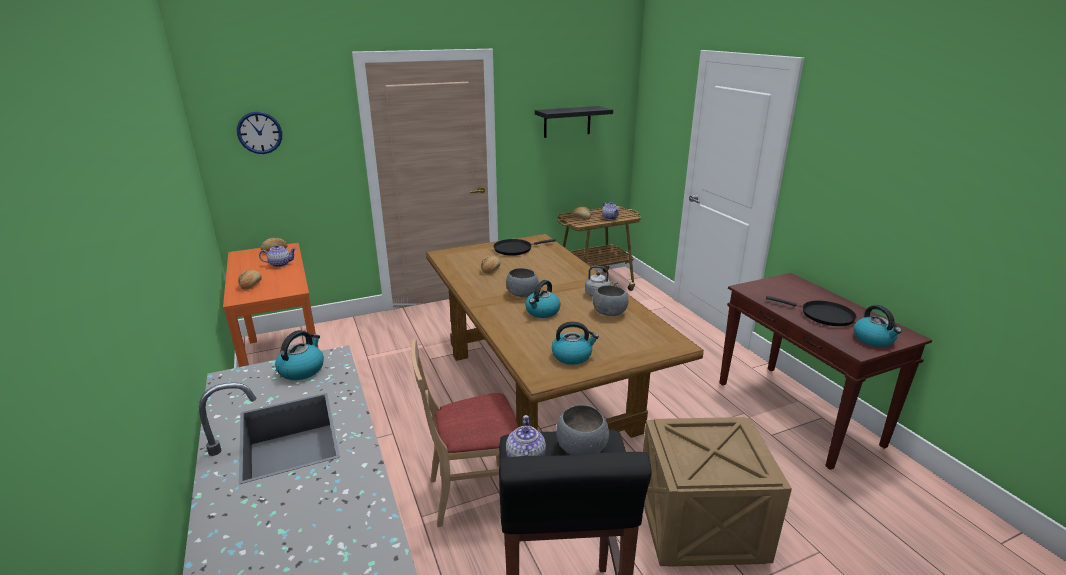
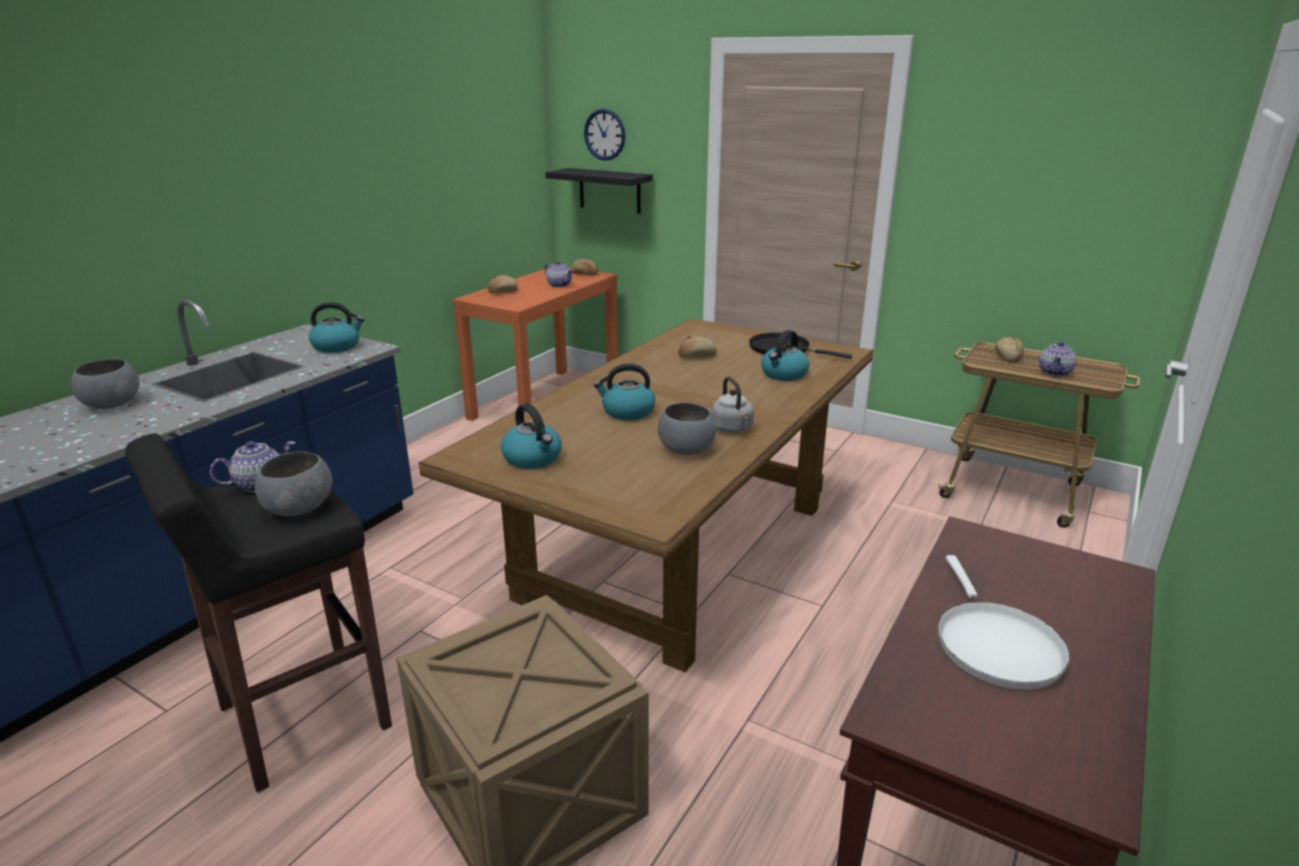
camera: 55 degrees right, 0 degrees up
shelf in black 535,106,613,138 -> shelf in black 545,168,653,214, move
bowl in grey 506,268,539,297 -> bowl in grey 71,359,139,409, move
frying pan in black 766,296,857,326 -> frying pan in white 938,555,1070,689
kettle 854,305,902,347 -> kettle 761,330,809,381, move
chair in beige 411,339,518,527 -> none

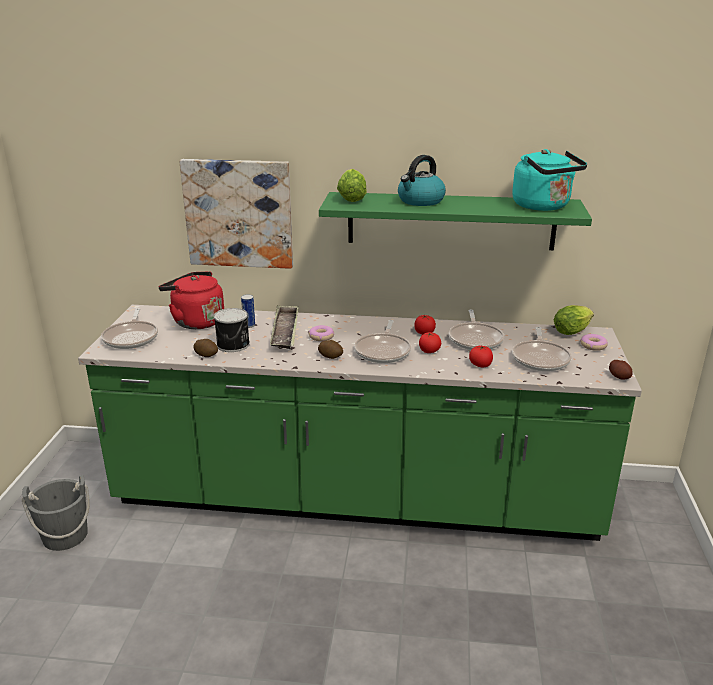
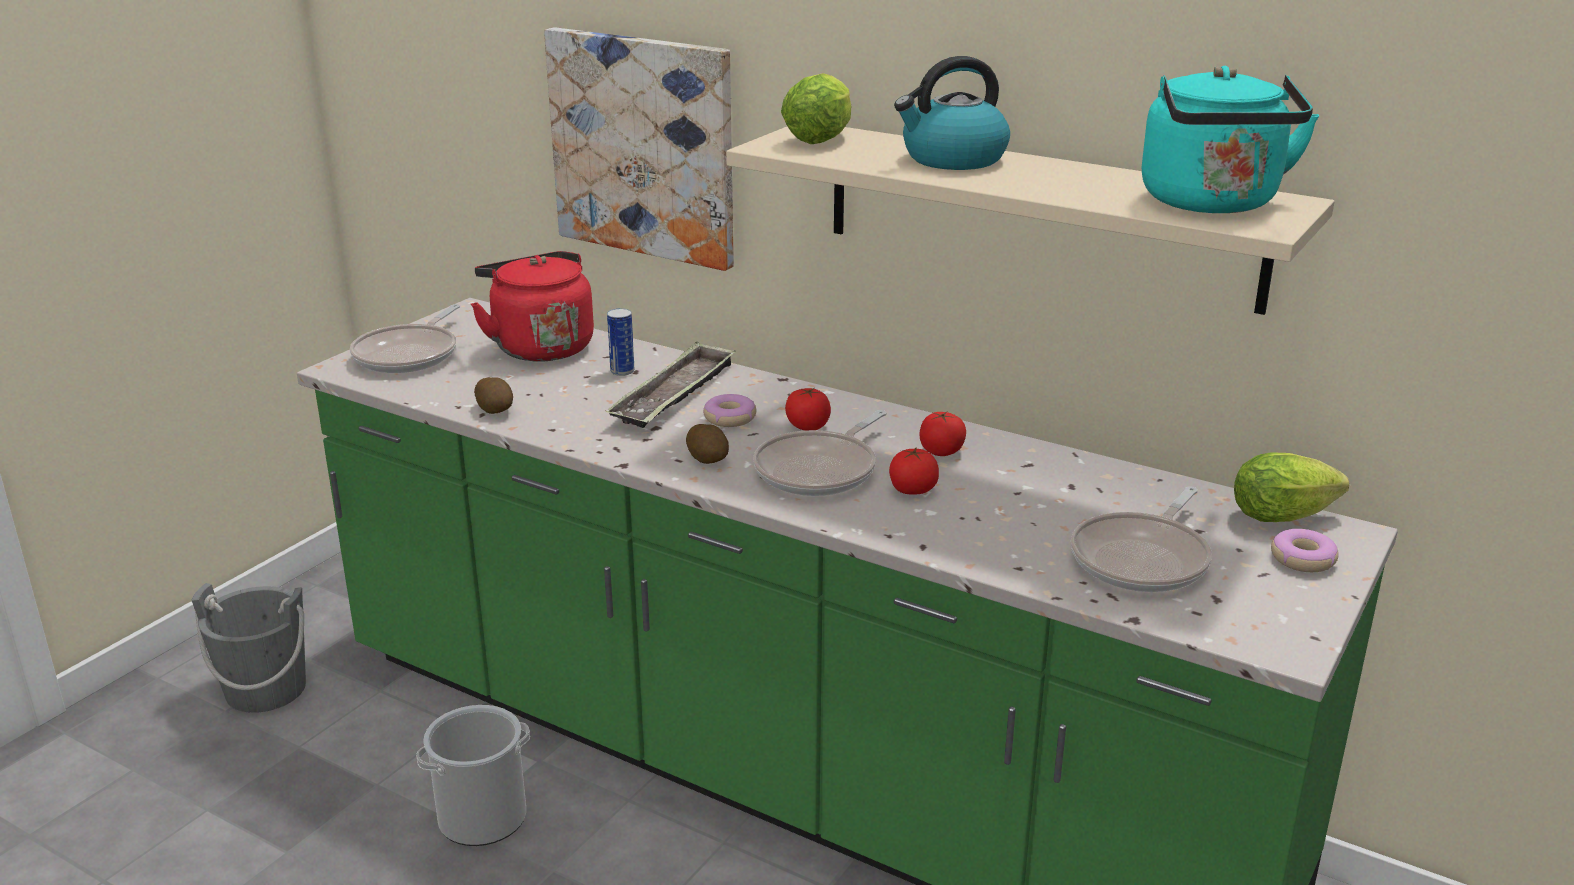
camera: 25 degrees right, 0 degrees up
shelf in green 319,192,592,250 -> shelf in beige 726,126,1335,315
can 214,308,250,352 -> none
frying pan 449,310,504,350 -> none
tomato 469,345,493,367 -> tomato 785,388,831,430, move
potato 609,360,633,380 -> none
none -> bucket 416,705,530,846

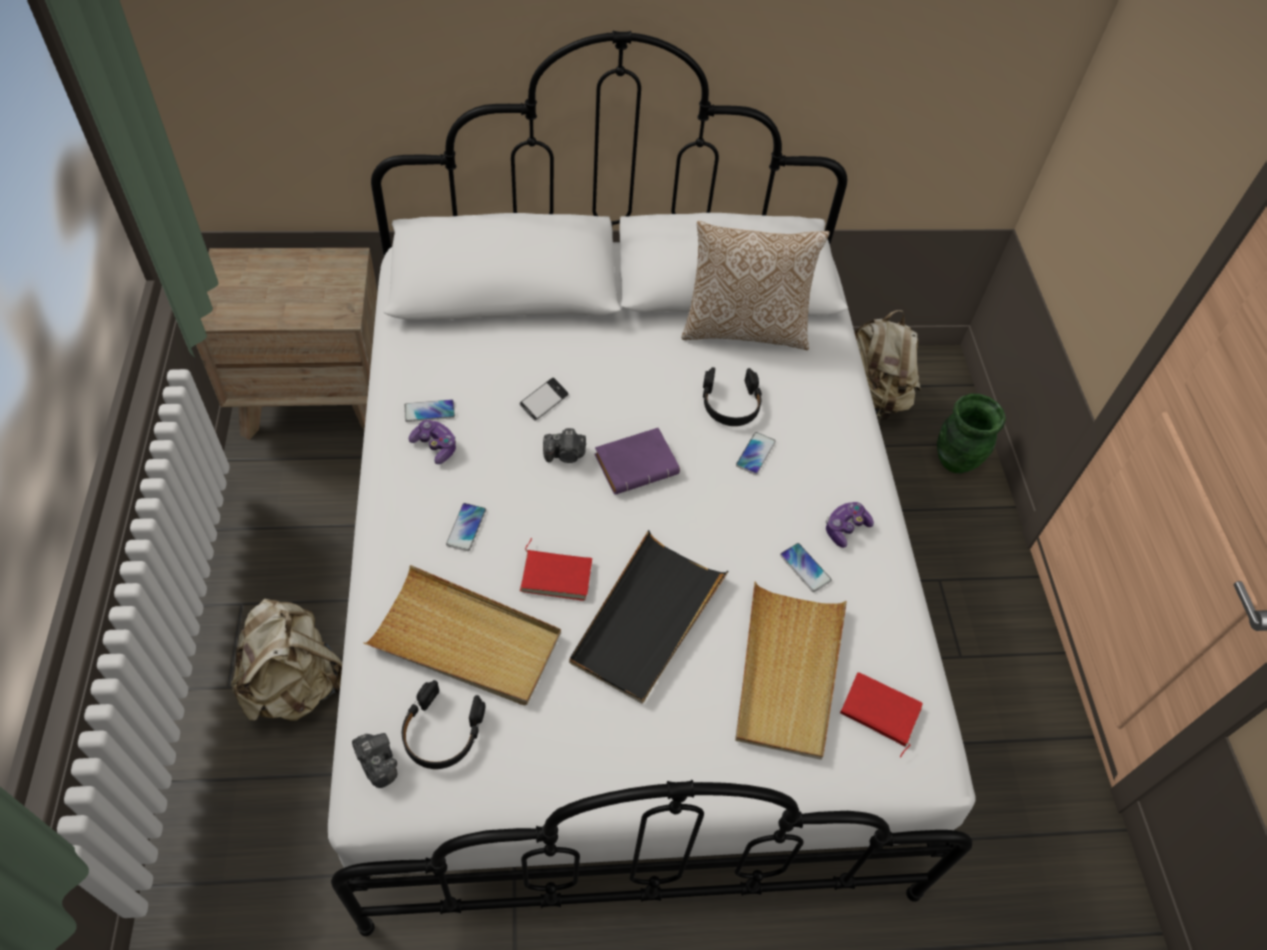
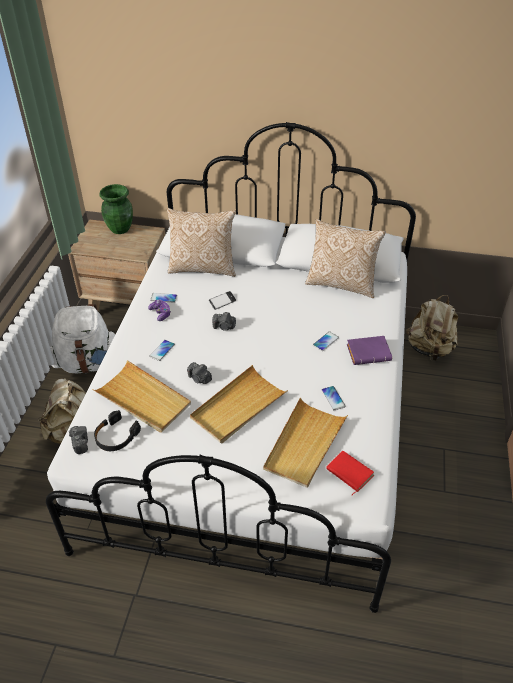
camera: 20 degrees right, 10 degrees down
headphones in black 703,367,762,426 -> none
vase in green 937,394,1006,473 -> vase in green 100,184,133,234, move
book in purple 594,428,680,495 -> book in purple 347,336,392,365, move
game controller 826,502,874,548 -> none
tray in black 569,530,729,704 -> tray in beige 190,365,288,444
book in red 520,538,592,601 -> photo camera 187,362,212,384
none -> pillow 167,208,236,277
none -> backpack in white 50,304,115,374

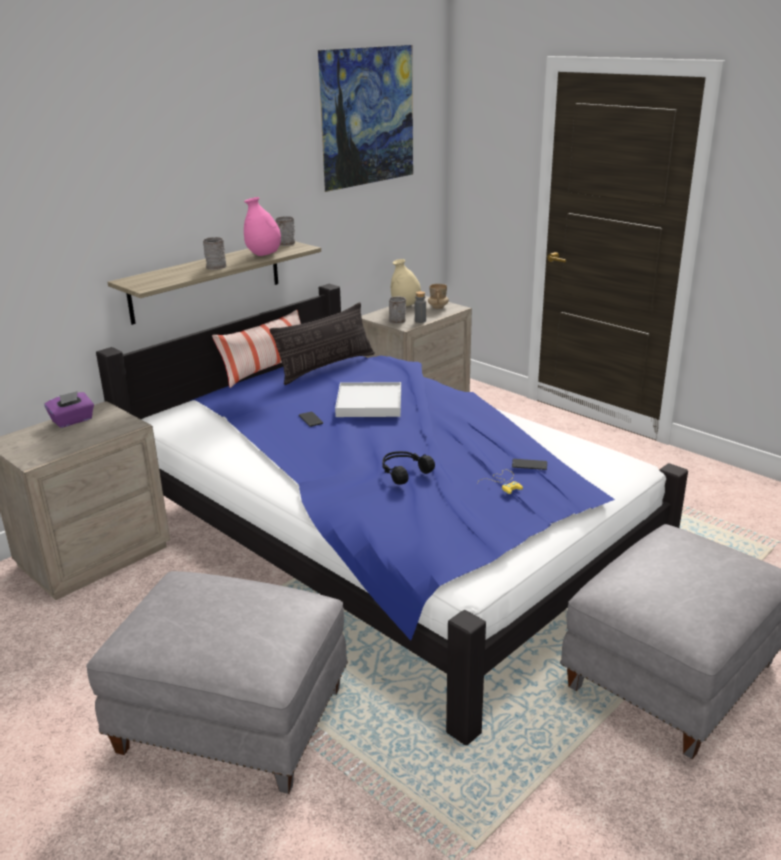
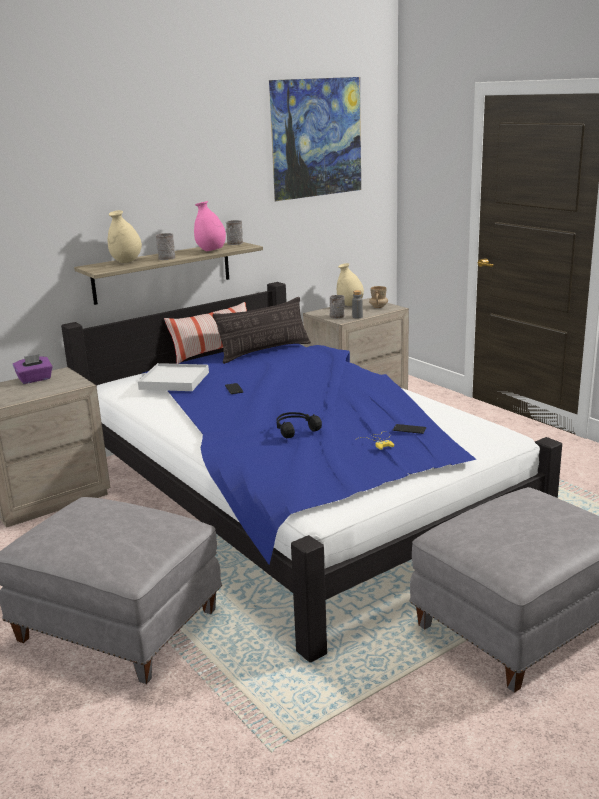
camera: 10 degrees right, 5 degrees down
tray in white 335,382,401,417 -> tray in white 138,363,209,391, move
none -> vase in beige 108,210,142,263

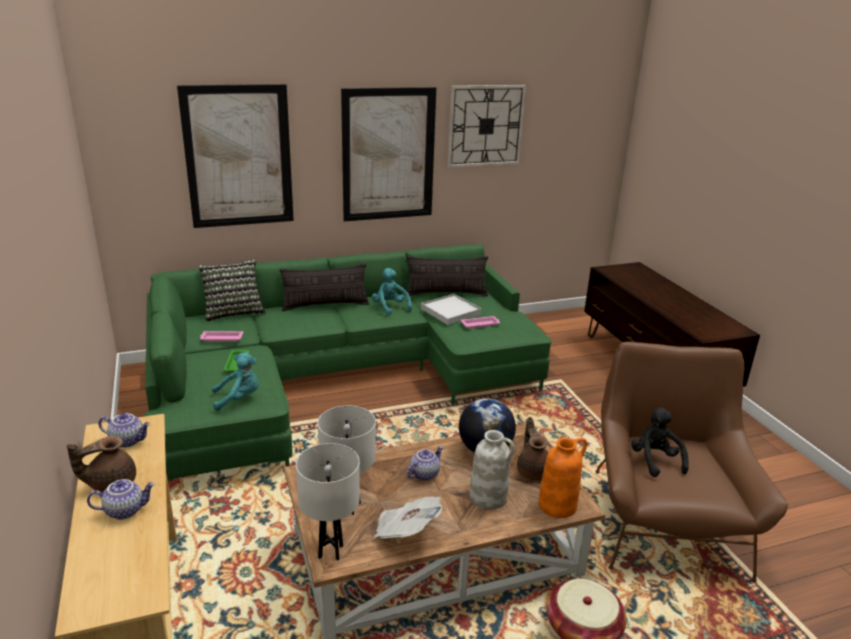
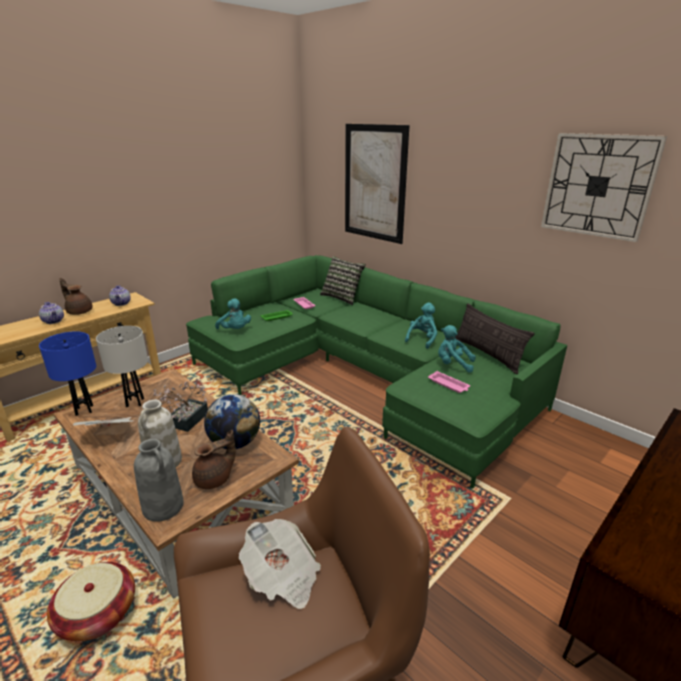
camera: 65 degrees right, 0 degrees up
picture 341,87,436,221 -> none
pillow 279,263,369,311 -> none
tray in white 421,294,482,325 -> plush toy in turquoise 438,325,476,372
plush toy in black 631,407,688,477 -> newspaper 239,519,321,609
vase in orange 538,438,587,518 -> vase in grey 134,439,184,522
table lamp in white 296,443,360,560 -> table lamp in blue 39,331,96,416
teapot 407,446,443,481 -> potted plant 153,378,208,432

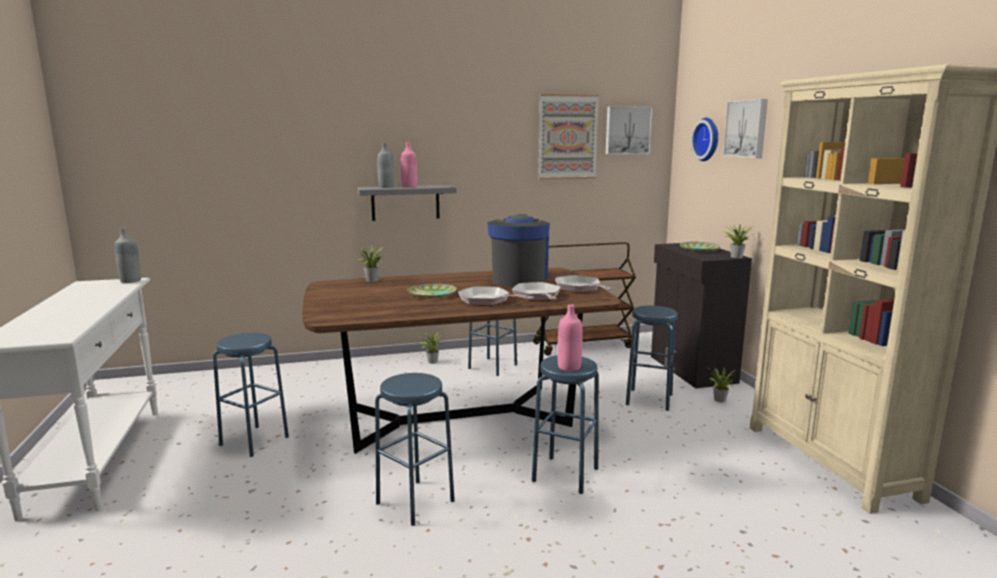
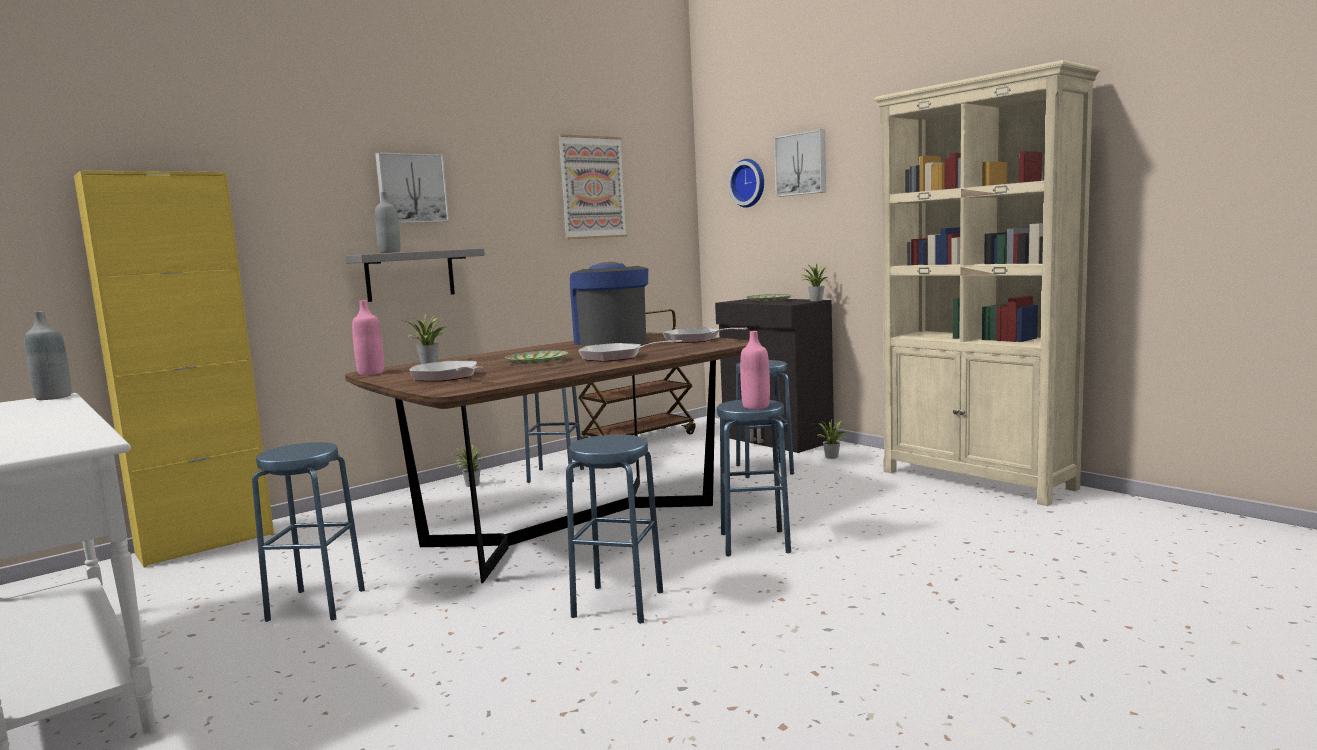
camera: 25 degrees left, 5 degrees down
picture 606,106,653,155 -> picture 375,153,449,223, move
bottle in pink 401,143,417,188 -> bottle in pink 352,300,384,375, move
frying pan 512,282,561,301 -> frying pan 410,361,483,382, move
none -> cabinet in yellow 74,170,274,568

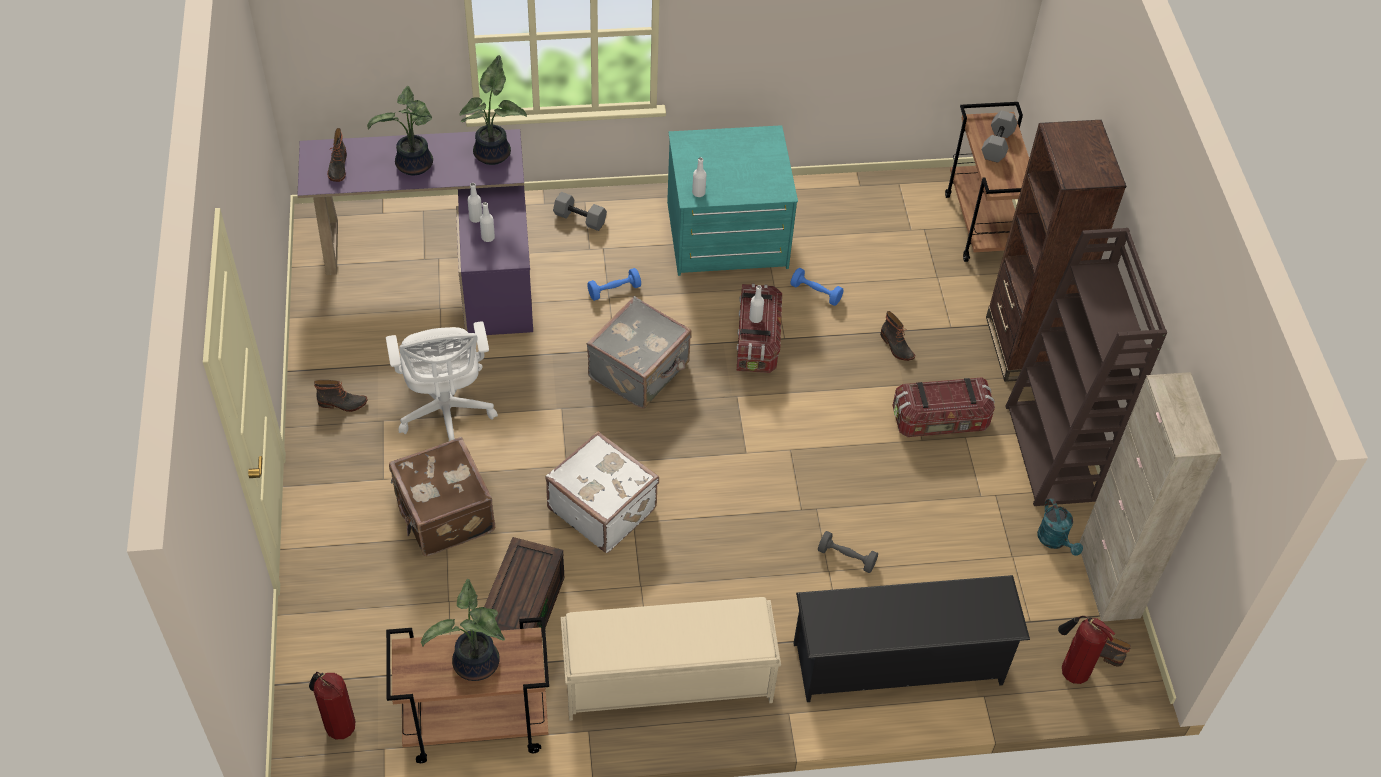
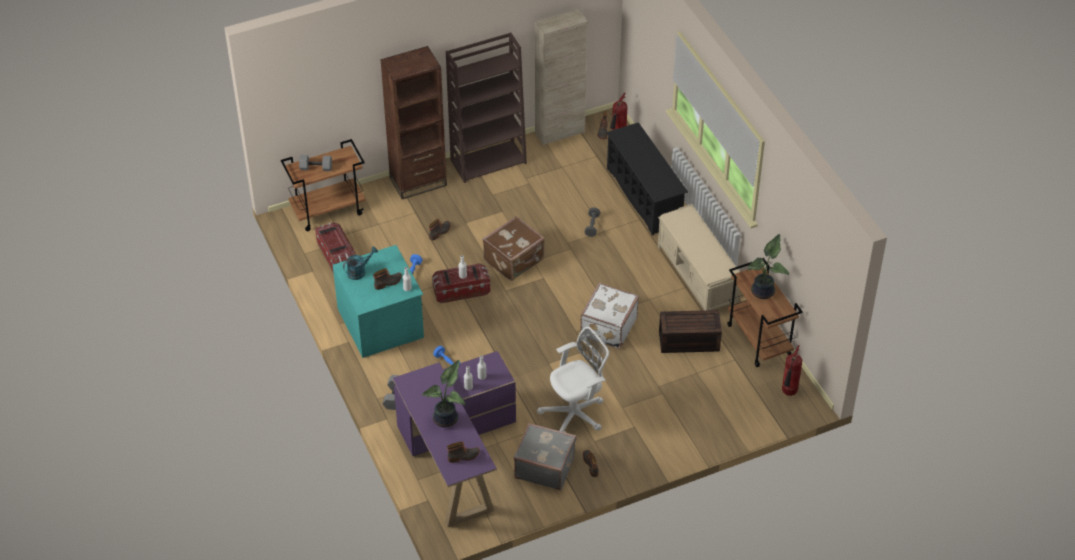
camera: 105 degrees left, 5 degrees down
potted plant 460,55,527,165 -> none
suitcase in grey 586,296,692,409 -> suitcase in grey 514,423,576,490, move
storage box 892,377,995,437 -> storage box 315,222,356,272, move
suitcase in brown 389,437,495,556 -> suitcase in brown 483,216,545,281, move
watering can in turquoise 1037,498,1083,556 -> watering can in turquoise 343,247,378,280, move
none -> boot 373,268,402,290

